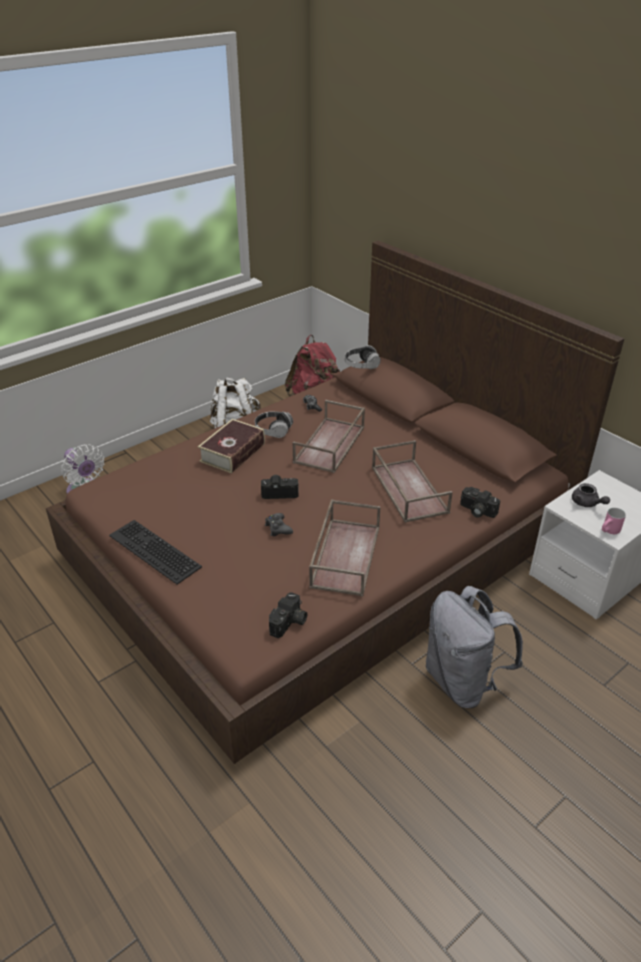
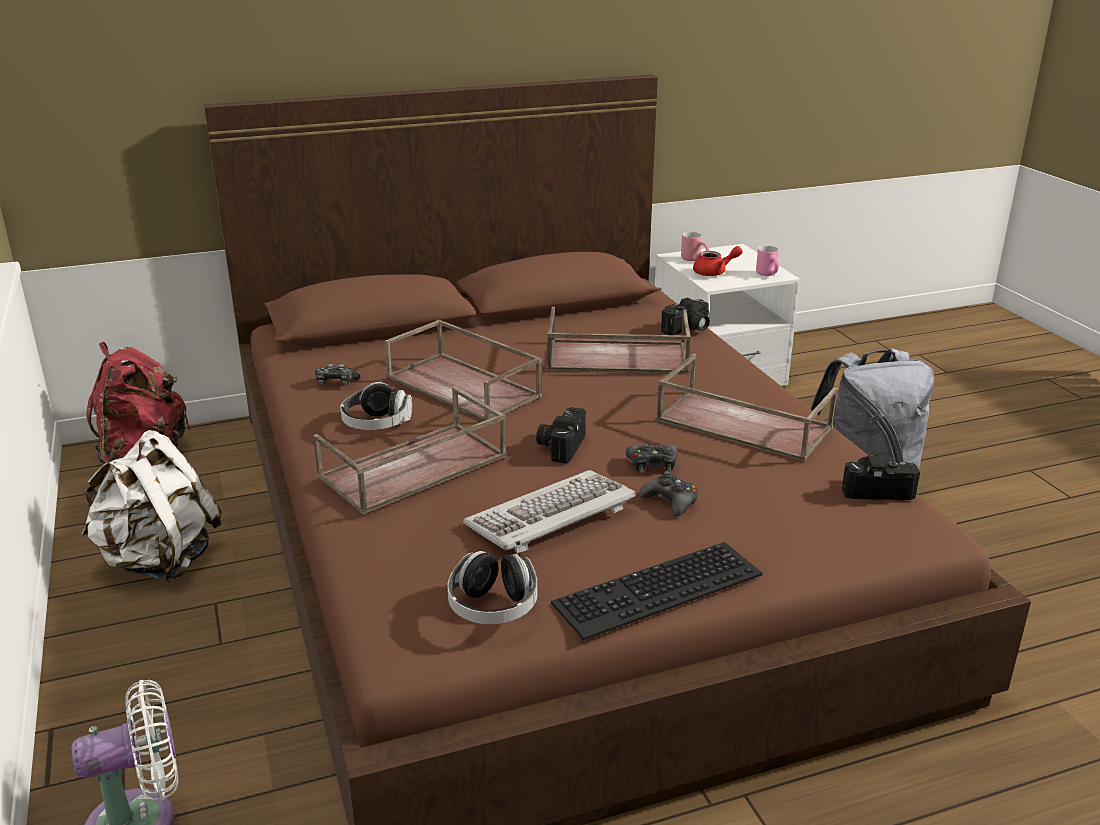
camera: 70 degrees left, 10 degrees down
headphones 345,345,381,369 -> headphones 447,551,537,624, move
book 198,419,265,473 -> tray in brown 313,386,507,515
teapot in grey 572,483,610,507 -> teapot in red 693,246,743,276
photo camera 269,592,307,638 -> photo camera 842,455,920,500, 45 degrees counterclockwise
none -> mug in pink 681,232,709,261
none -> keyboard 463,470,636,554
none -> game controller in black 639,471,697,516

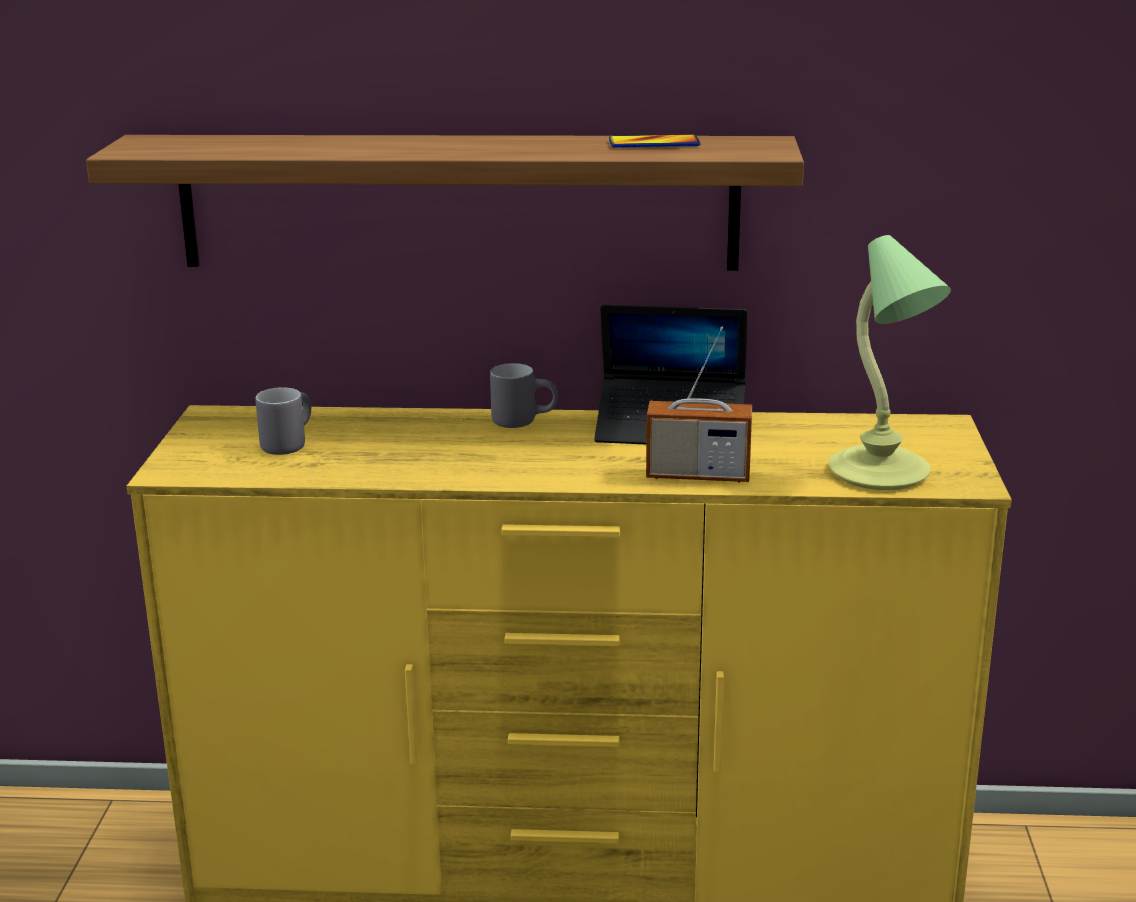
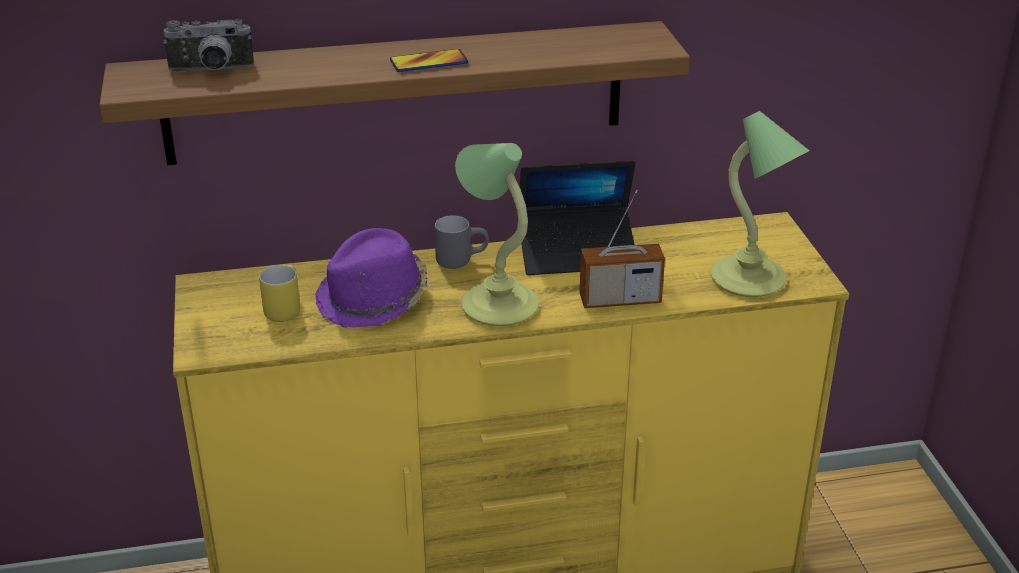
camera: 15 degrees left, 10 degrees up
phone 609,134,701,148 -> phone 390,49,468,72, move
mug in grey 256,387,311,455 -> mug in yellow 259,265,300,322
none -> photo camera 163,19,254,72
none -> table lamp 455,143,539,326
none -> hat in purple 315,228,428,328

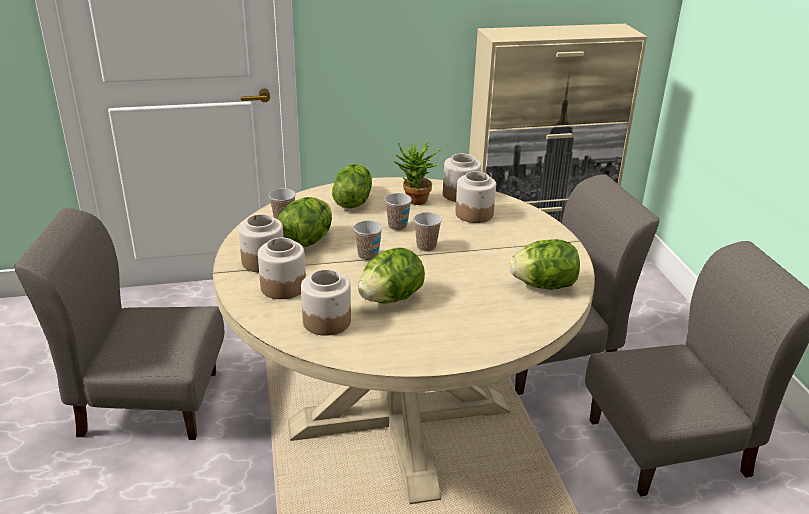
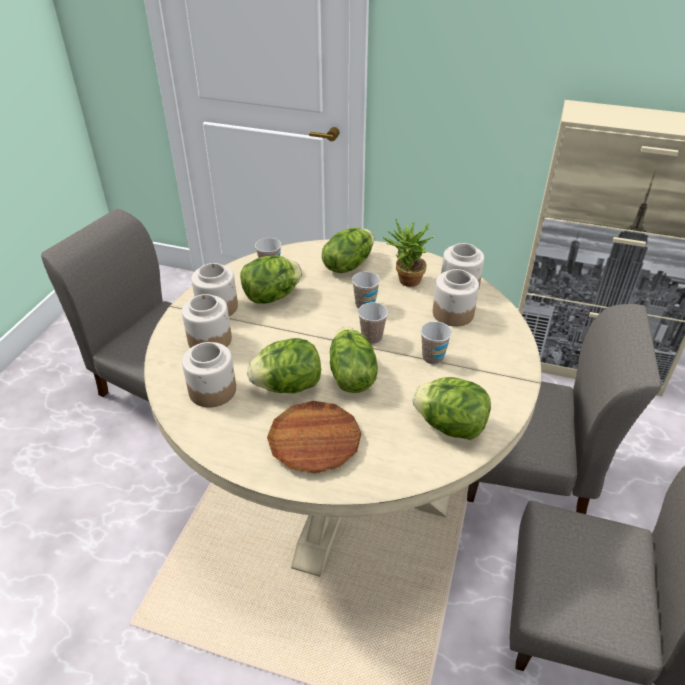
camera: 30 degrees right, 10 degrees up
cup 354,220,383,261 -> cup 421,321,452,364, move
none -> lettuce 330,327,378,393
none -> plate in brown 267,401,362,473

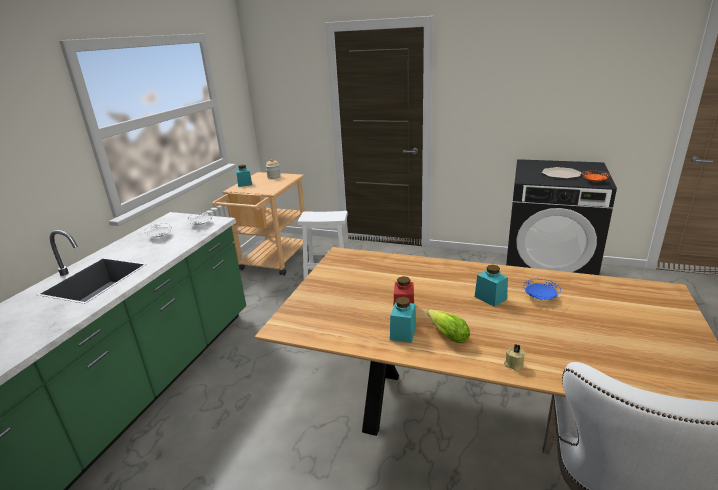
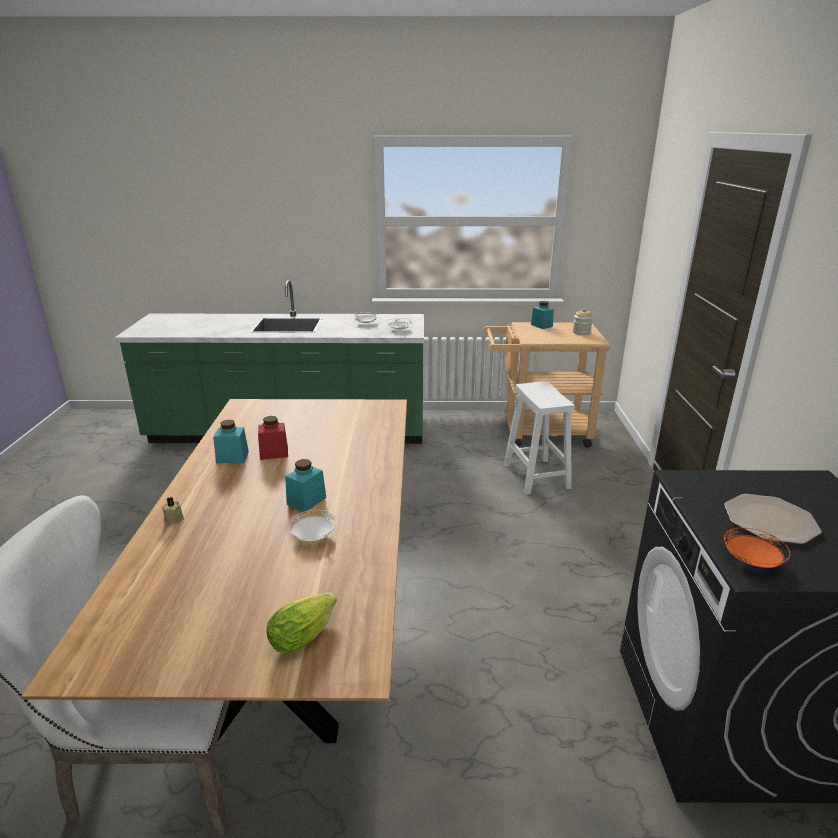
camera: 70 degrees right, 0 degrees up
plate in blue 523,279,561,300 -> plate in white 288,510,337,541
lettuce 427,309,470,343 -> lettuce 266,592,337,654, move

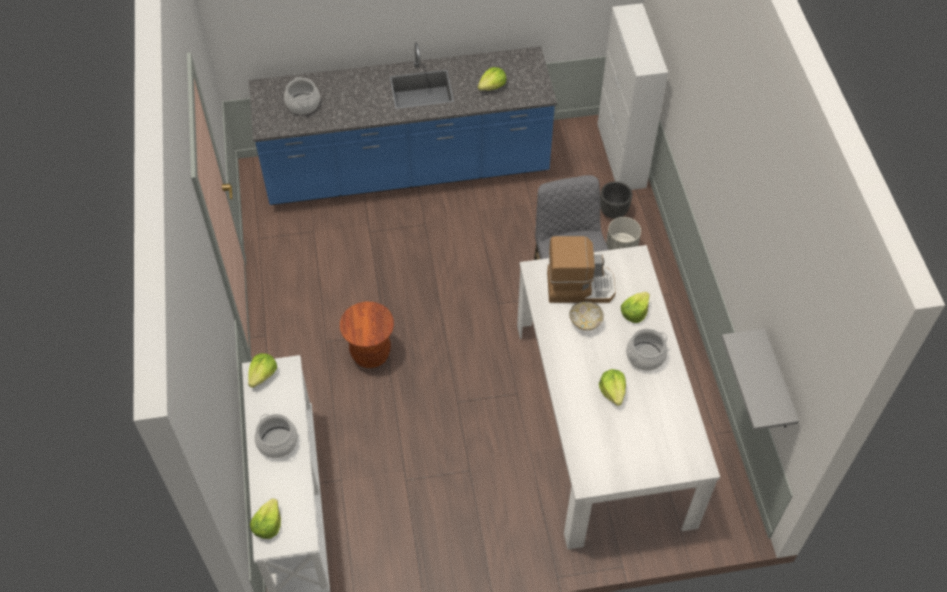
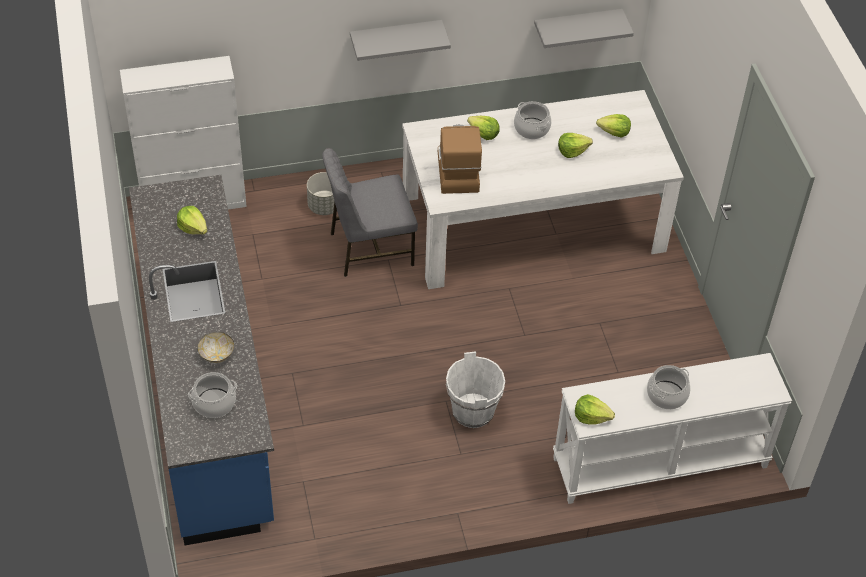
camera: 95 degrees left, 5 degrees down
planter in black 600,181,632,219 -> none
bowl 569,301,604,331 -> bowl 197,332,234,363, move
stool in brown 340,302,394,368 -> bucket in white 446,351,505,428
lettuce 250,498,281,539 -> lettuce 596,114,631,138, move
none -> shelf in grey 350,20,451,61

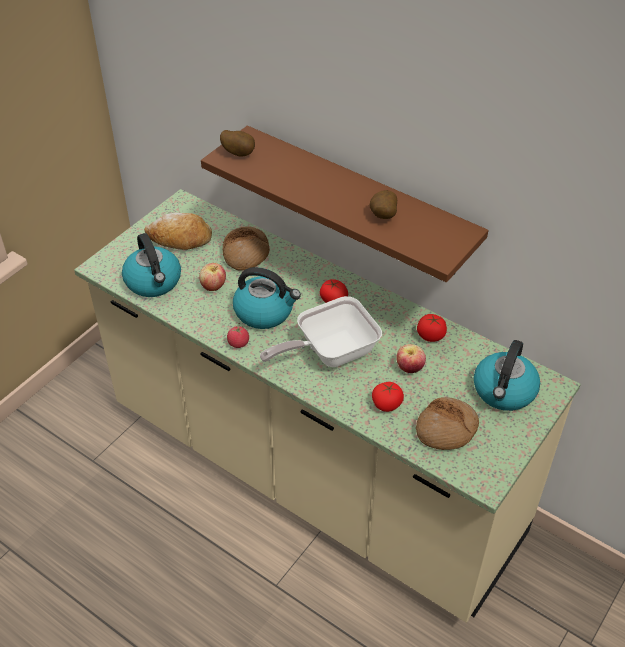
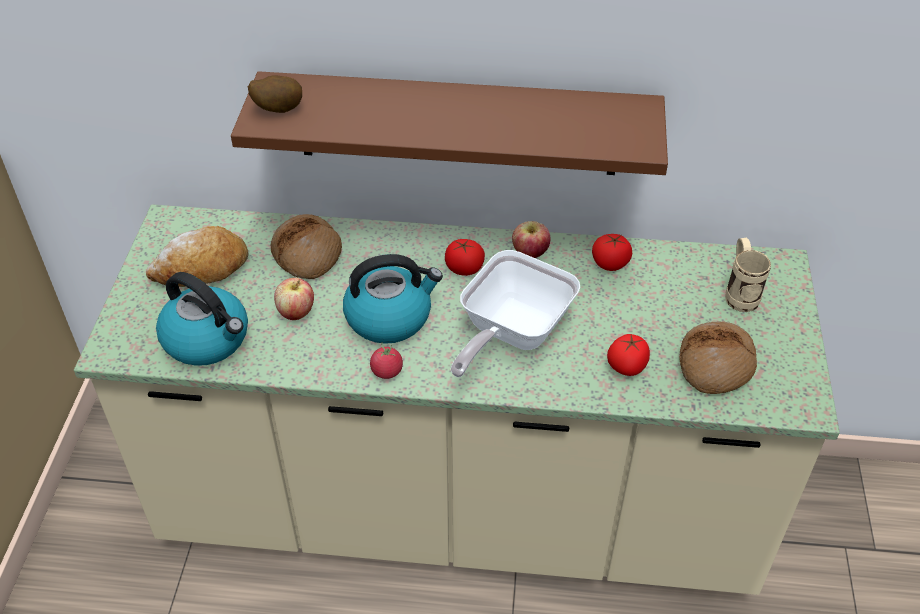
camera: 30 degrees left, 0 degrees up
potato 369,190,397,219 -> none
kettle 474,340,540,411 -> mug in beige 725,238,771,312
apple 396,344,426,373 -> apple 512,221,551,258, move

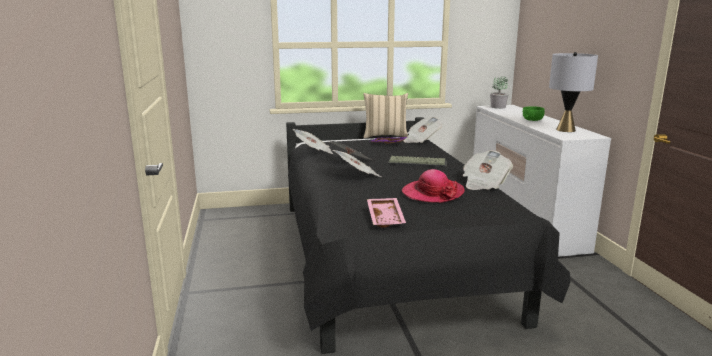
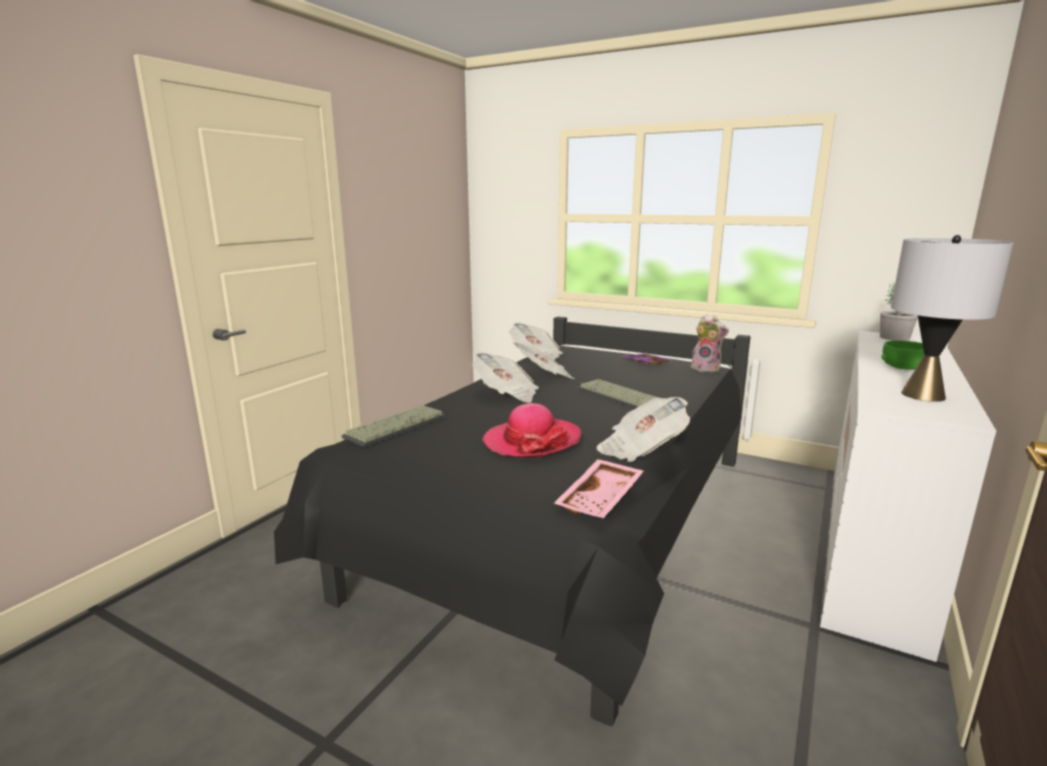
camera: 40 degrees right, 0 degrees up
pillow in beige 363,93,408,138 -> none
newspaper 403,117,442,143 -> plush toy 691,314,729,373
tray in pink 367,198,406,228 -> tray in pink 554,459,644,518, move
none -> keyboard 342,405,445,447

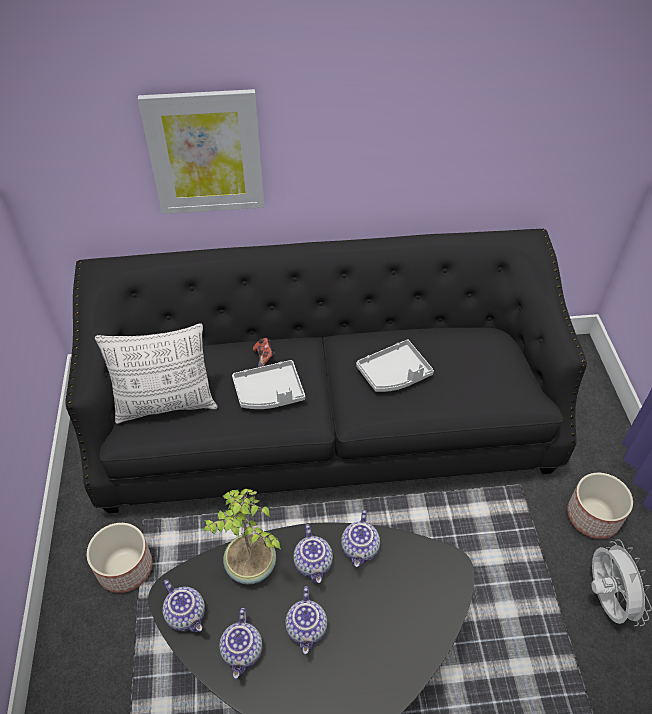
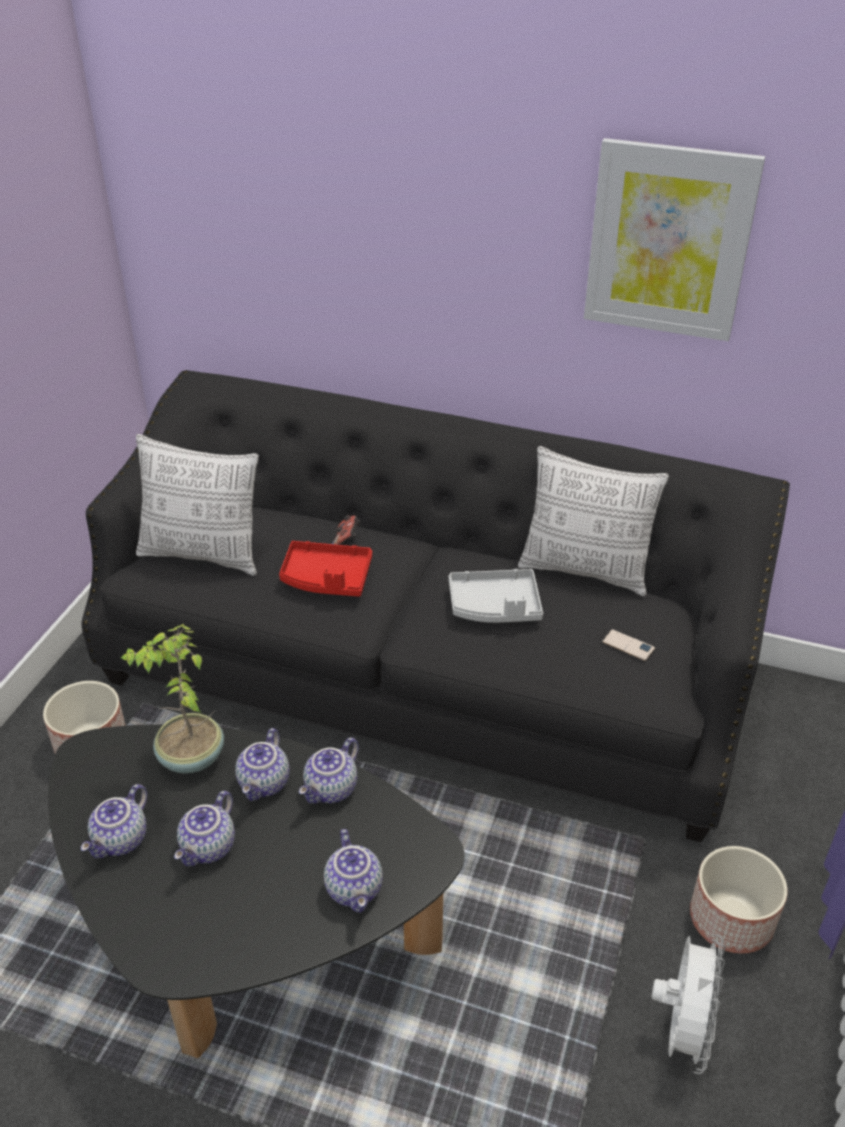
camera: 25 degrees right, 10 degrees down
picture 138,89,264,214 -> picture 584,138,765,341, move
tray in grey 232,360,305,409 -> tray in red 279,541,372,597
teapot 163,579,205,633 -> teapot 324,829,383,913, move
none -> pillow 518,446,669,596
none -> phone 602,629,655,661

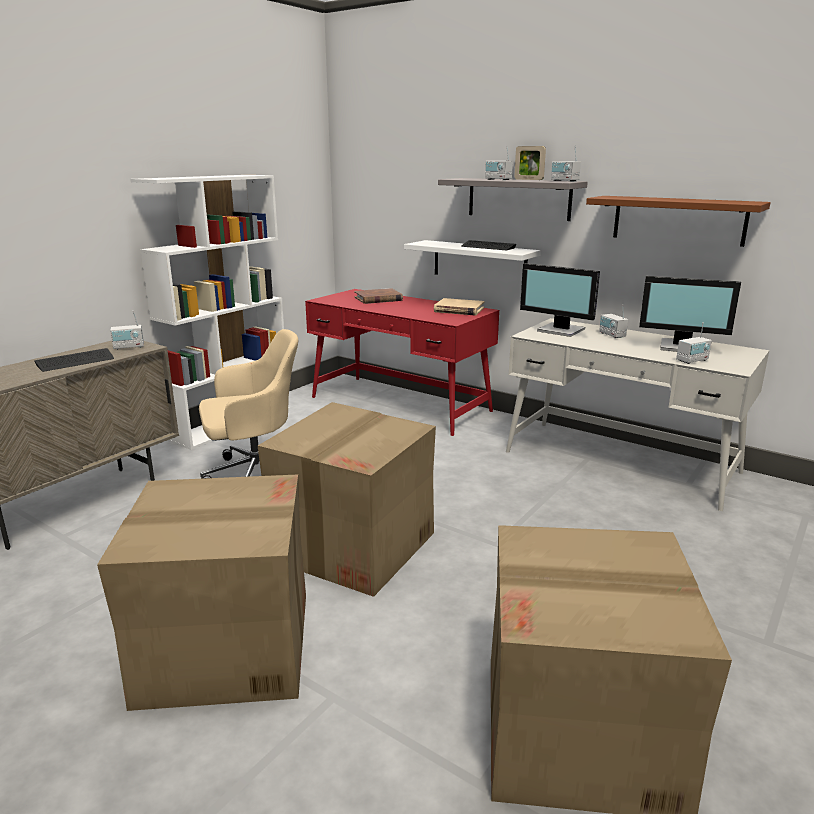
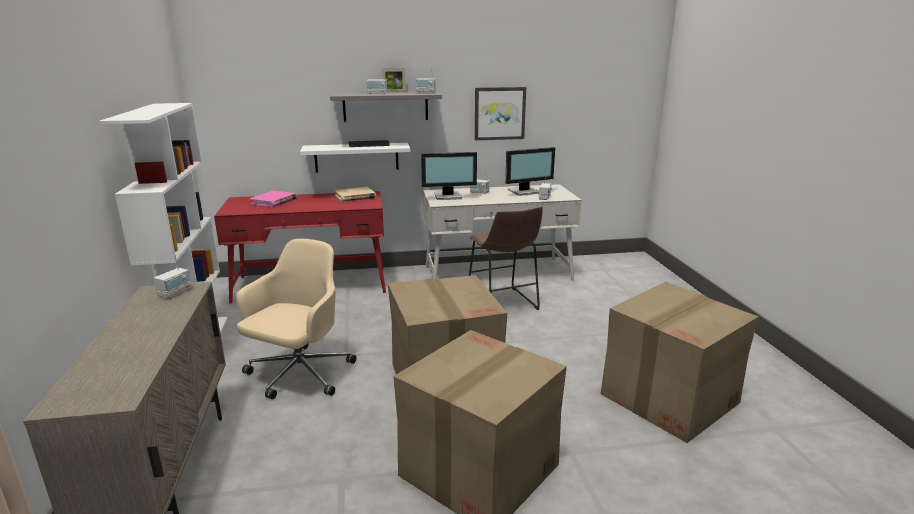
camera: 45 degrees left, 0 degrees up
shelf in brown 586,196,771,247 -> picture 475,87,526,140
book in brown 354,288,403,304 -> book in pink 249,190,297,207
keyboard 34,348,114,372 -> none
none -> stool in brown 469,207,543,310

